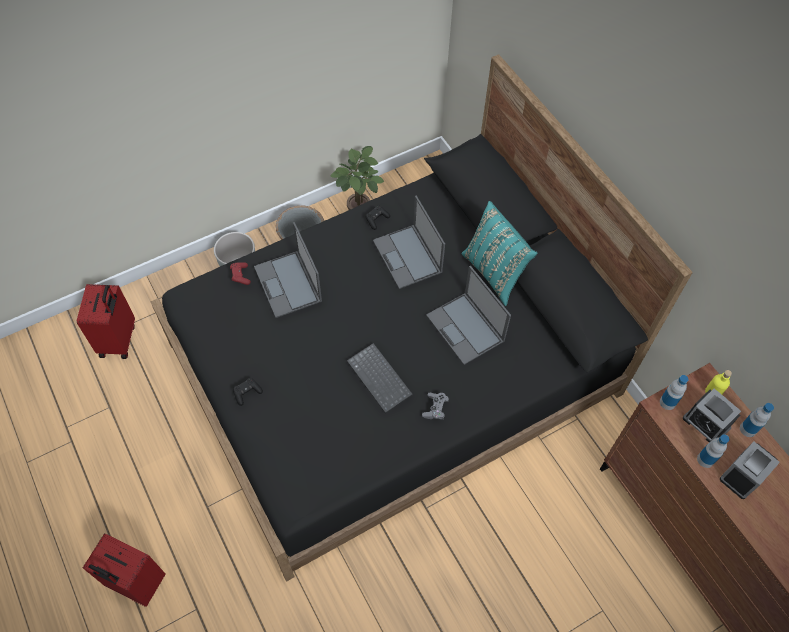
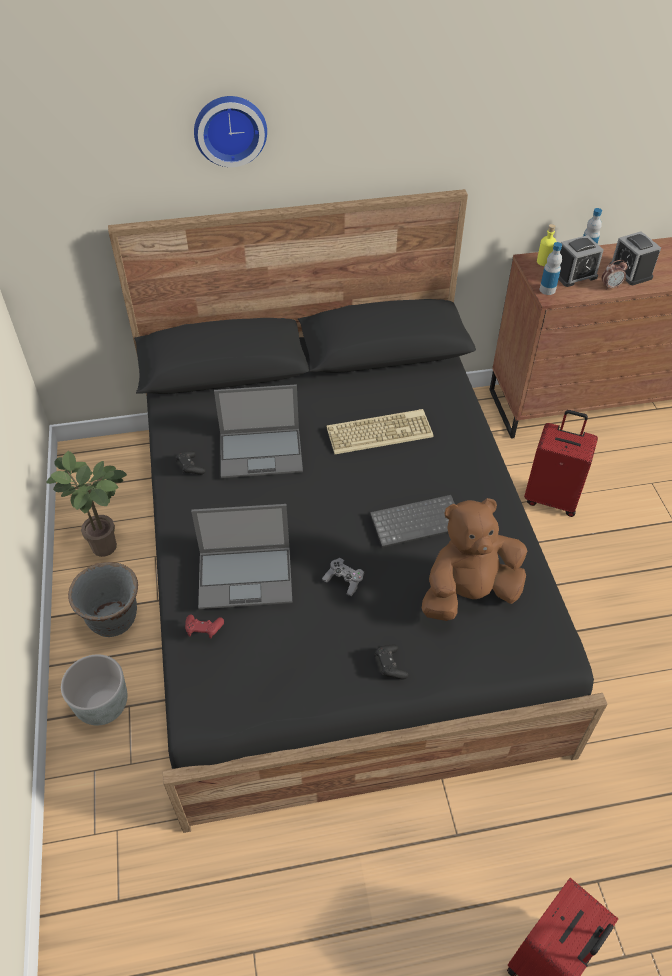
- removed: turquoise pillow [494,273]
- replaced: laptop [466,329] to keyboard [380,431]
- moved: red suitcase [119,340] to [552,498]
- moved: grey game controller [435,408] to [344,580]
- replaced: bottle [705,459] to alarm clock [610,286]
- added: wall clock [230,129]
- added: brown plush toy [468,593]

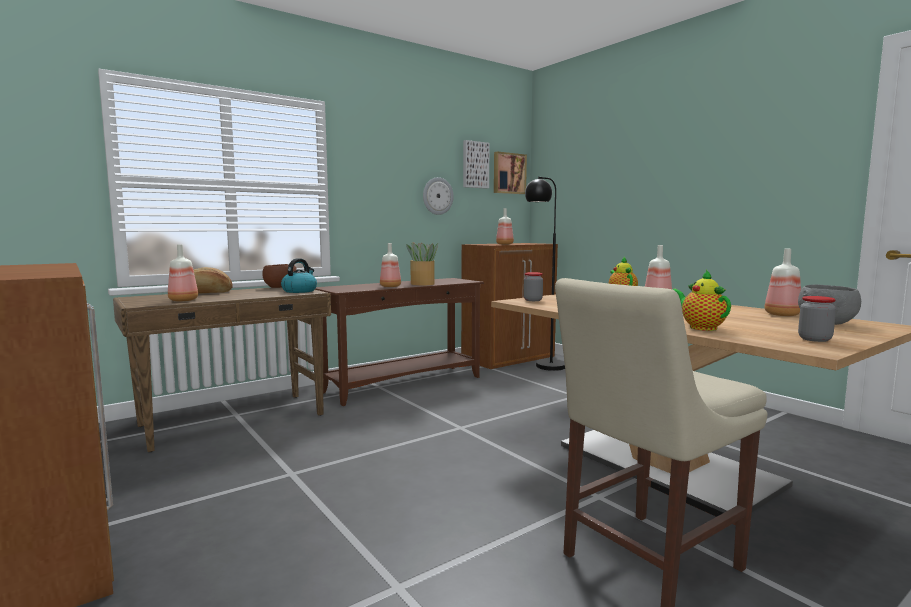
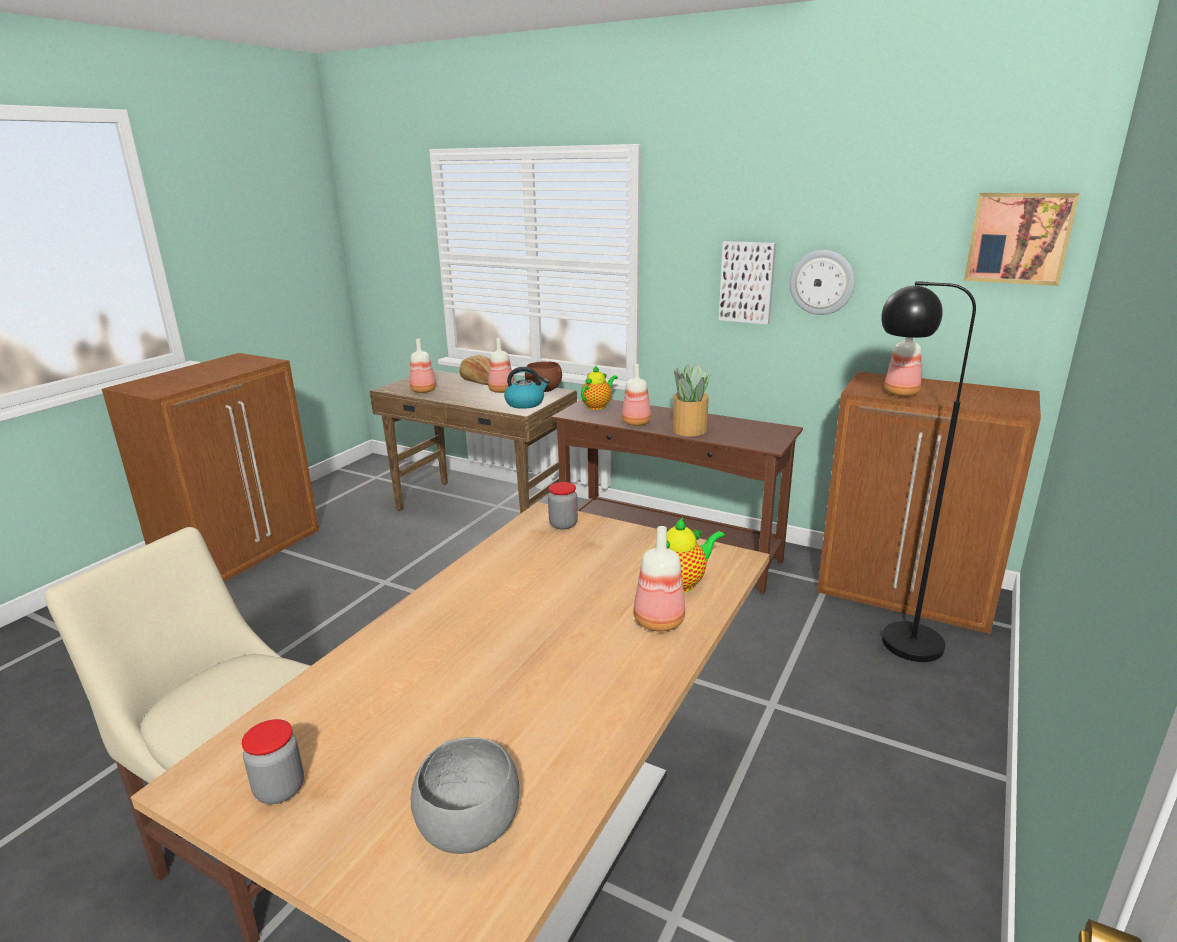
- moved: picture [475,165] to [747,282]
- moved: bottle [783,315] to [501,391]
- moved: teapot [700,327] to [598,406]

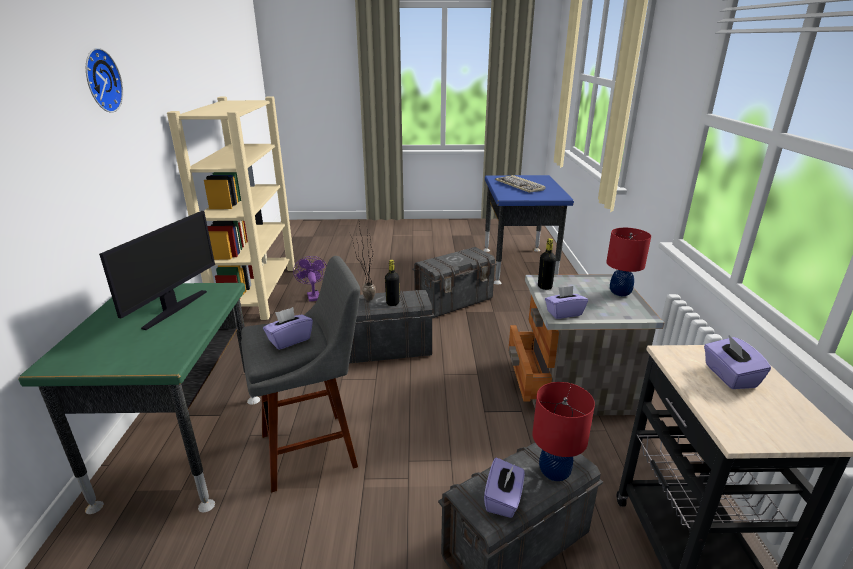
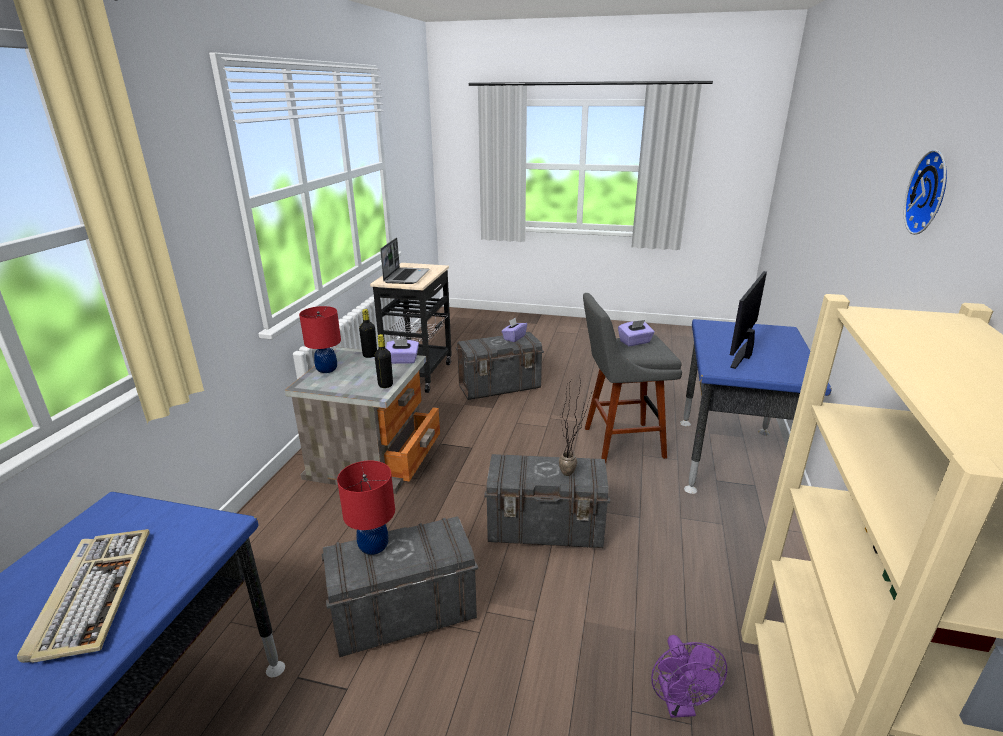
- moved: black bottle [392,303] to [370,355]
- recoloured: green desk [183,446] to blue desk [731,459]
- replaced: purple tissue box [729,376] to laptop [406,276]
- moved: red table lamp [555,472] to [372,547]

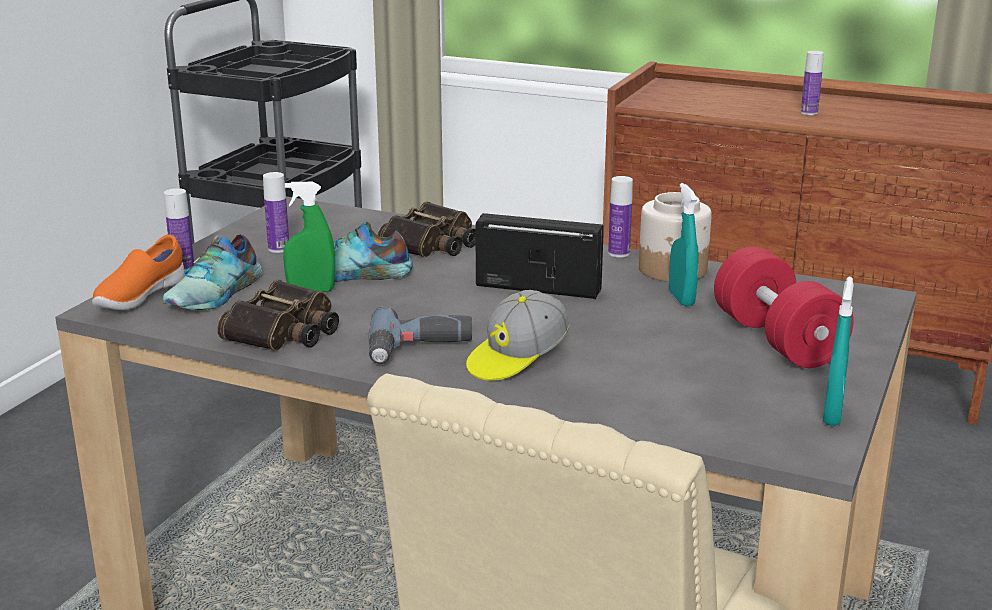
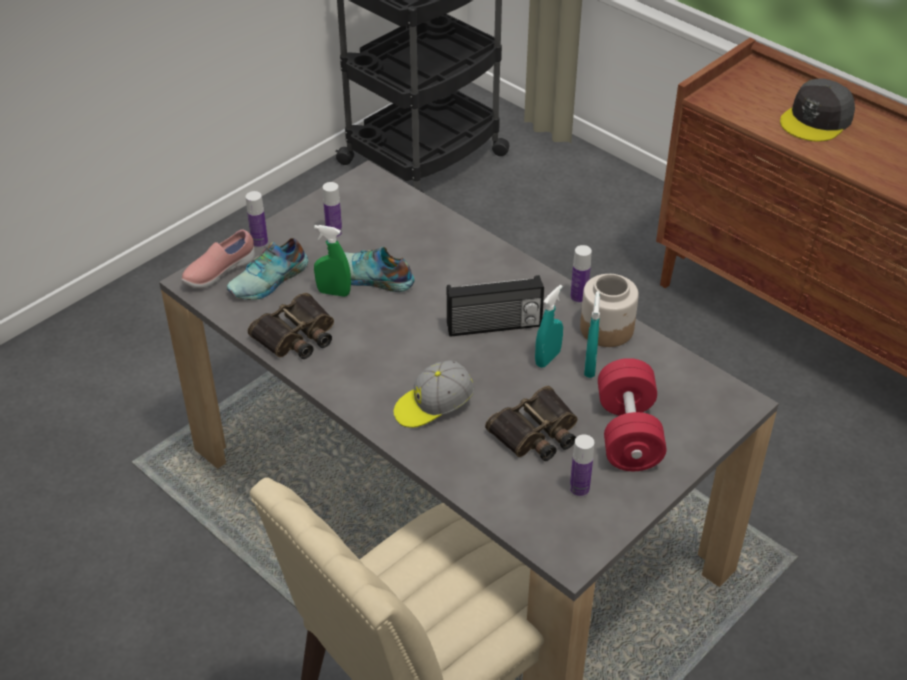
- moved: bottle [809,113] to [579,489]
- moved: binoculars [433,244] to [536,433]
- turned: radio [538,287] = [494,326] 135 degrees clockwise
- recoloured: orange shoe [140,297] to pink shoe [219,272]
- moved: turquoise spray bottle [832,415] to [547,358]
- removed: power drill [420,349]
- added: grey cap [817,120]

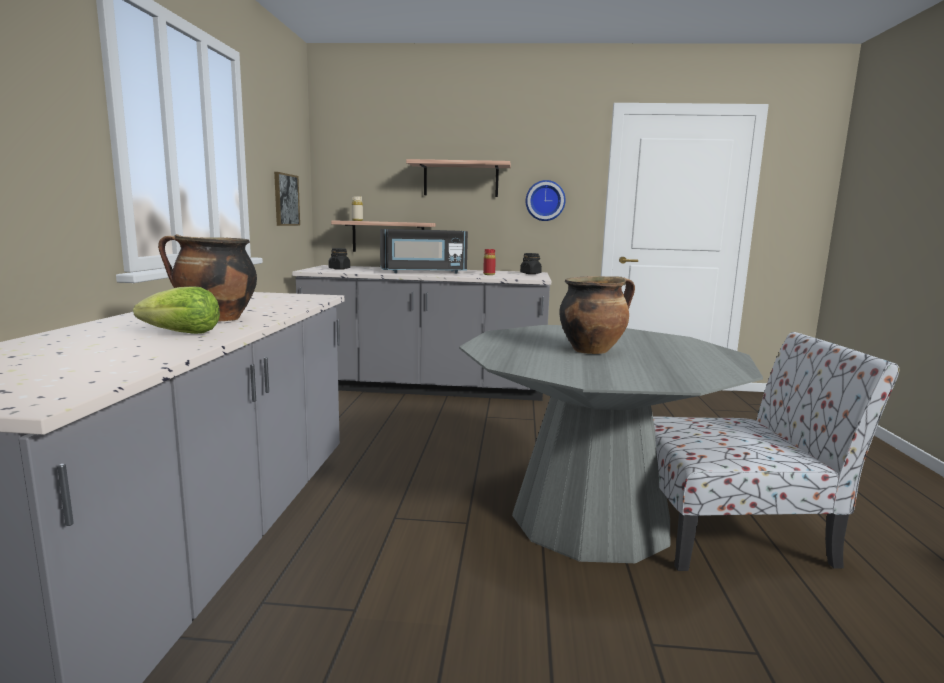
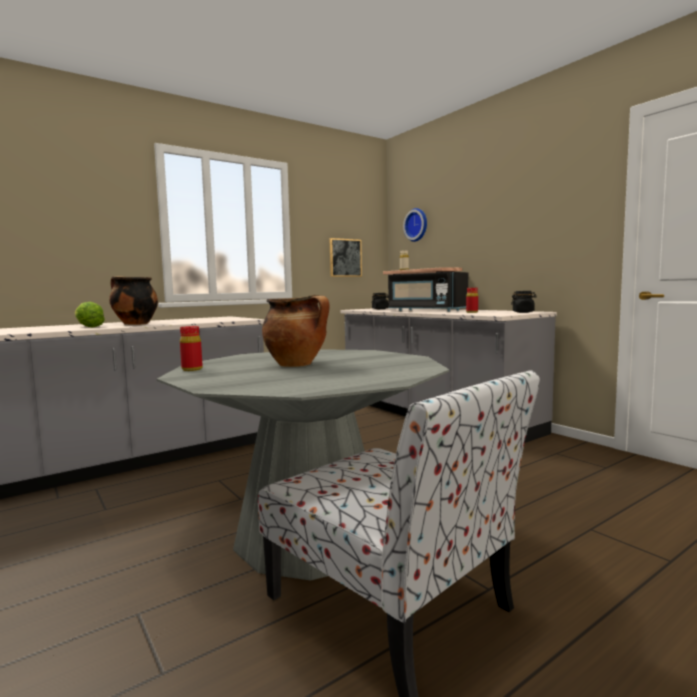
- removed: shelf [461,179]
- moved: wall clock [545,200] to [417,225]
- added: red bottle [192,369]

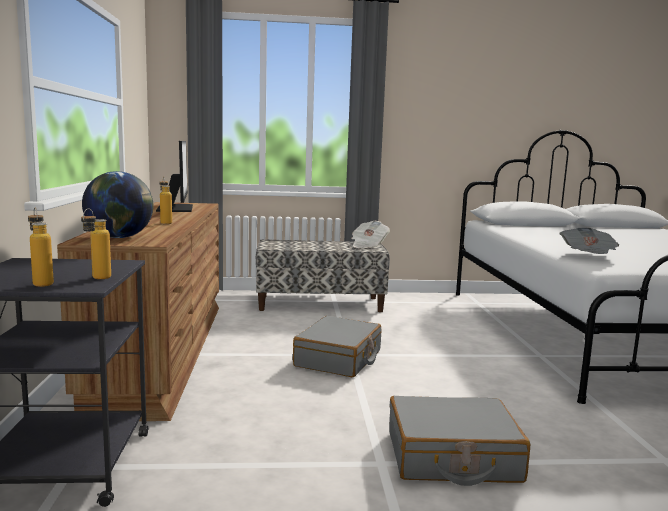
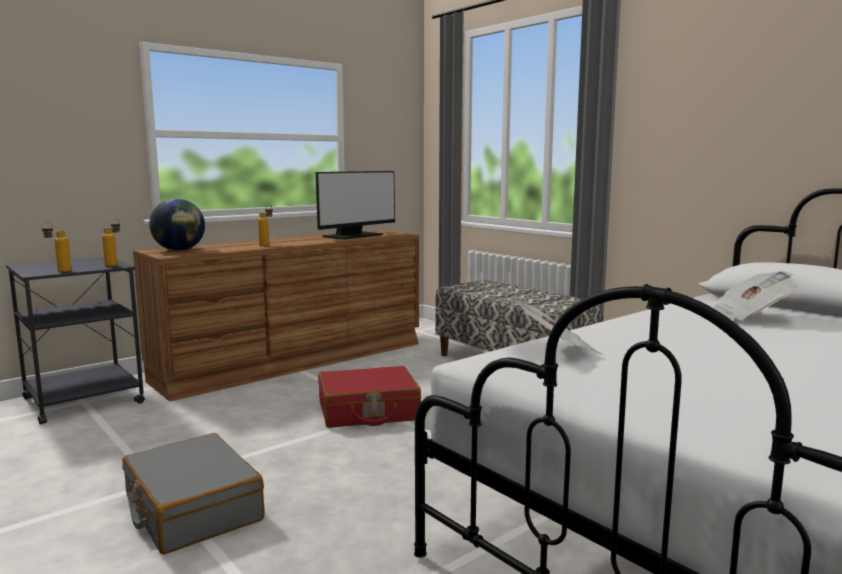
- moved: bottle [41,283] to [114,265]
- moved: newspaper [368,245] to [746,317]
- recoloured: grey suitcase [339,359] to red suitcase [368,411]

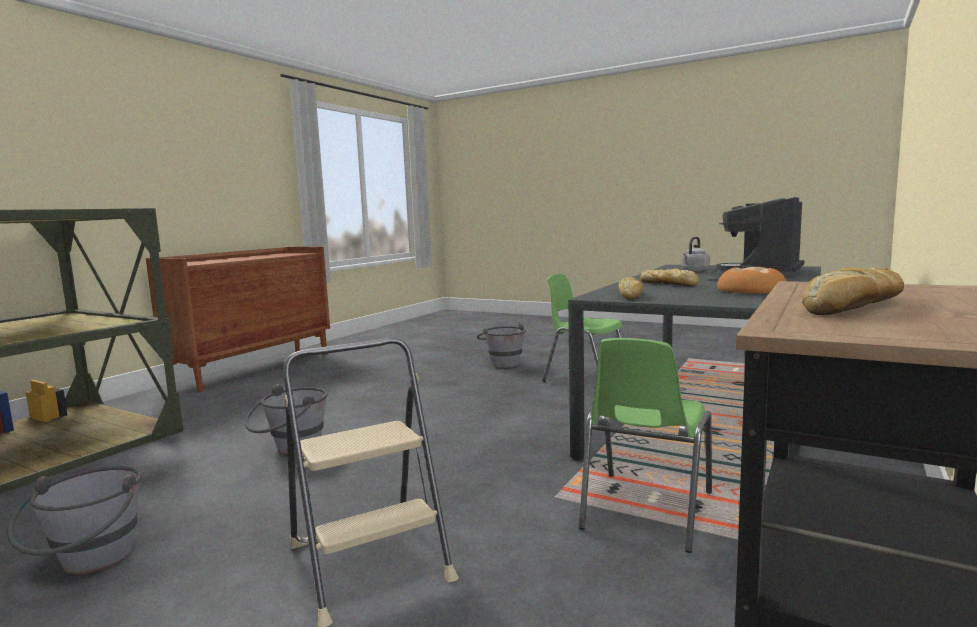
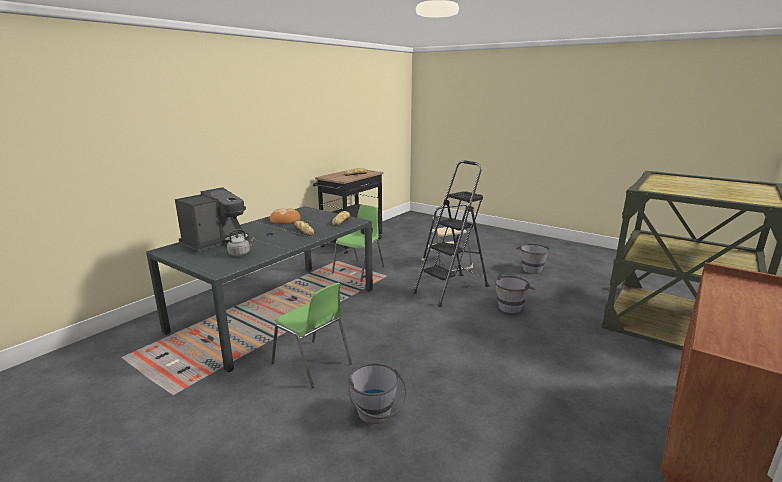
- added: step ladder [452,289]

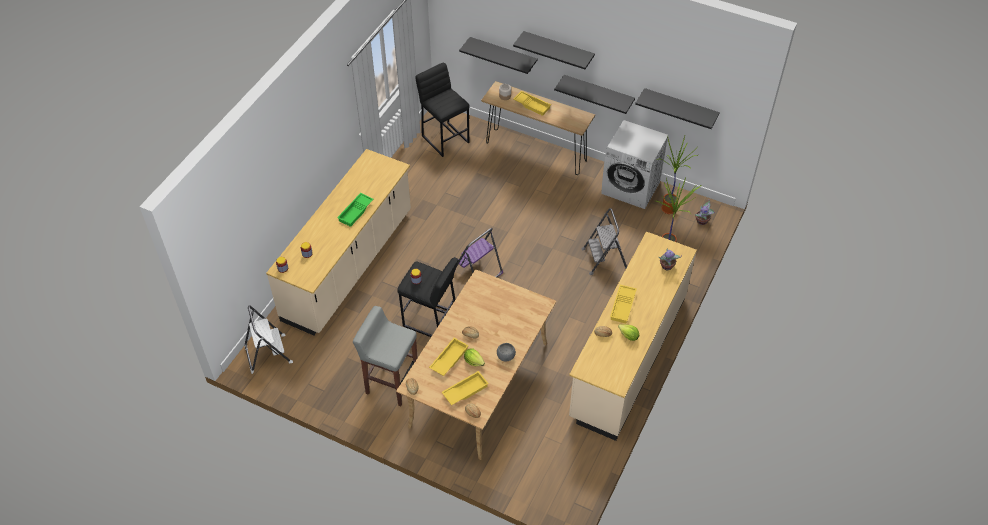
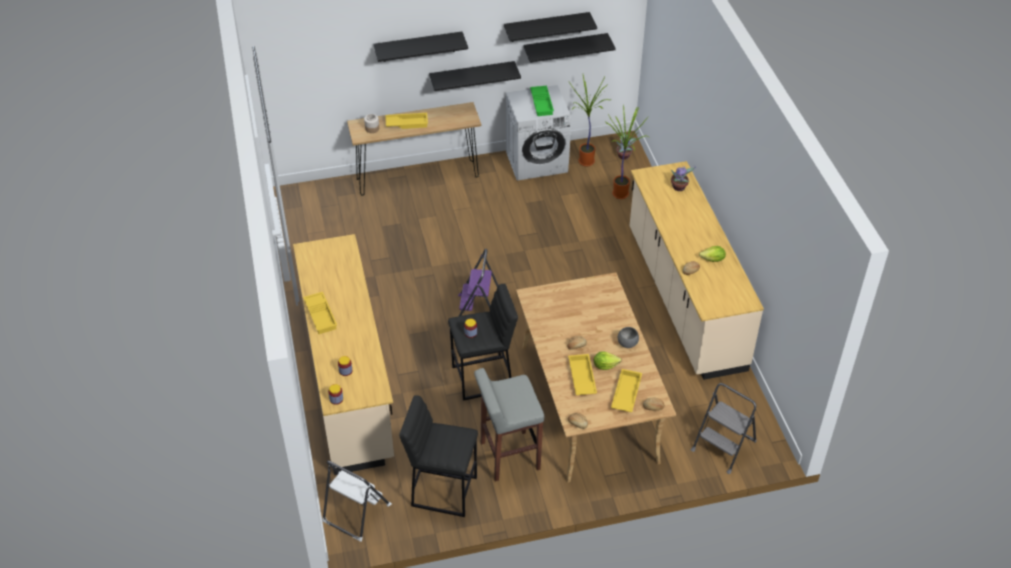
- moved: black shelf [503,54] to [546,27]
- moved: black stool [444,138] to [442,491]
- moved: green tray [356,212] to [542,103]
- moved: grey step ladder [606,258] to [725,444]
- moved: yellow tray [623,306] to [321,315]

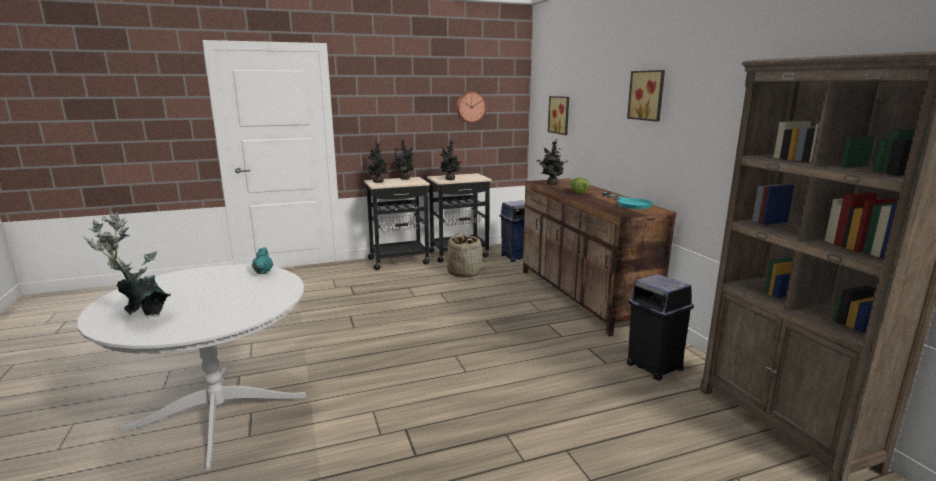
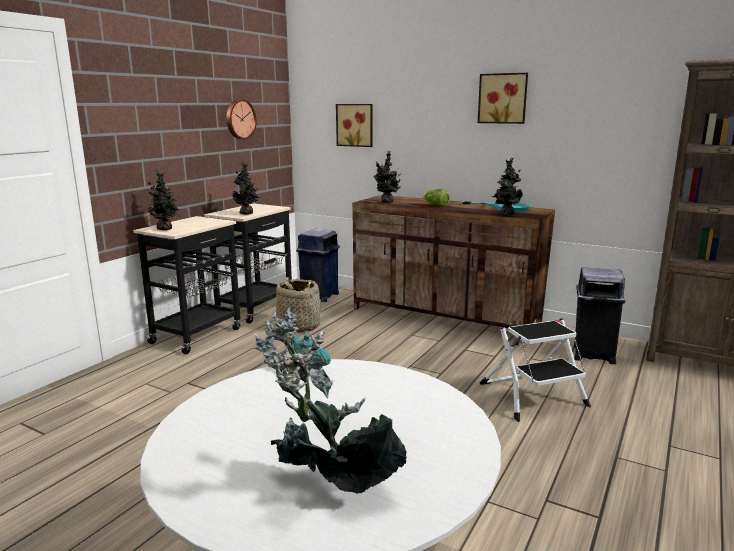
- moved: potted plant [405,178] to [505,215]
- added: step ladder [532,396]

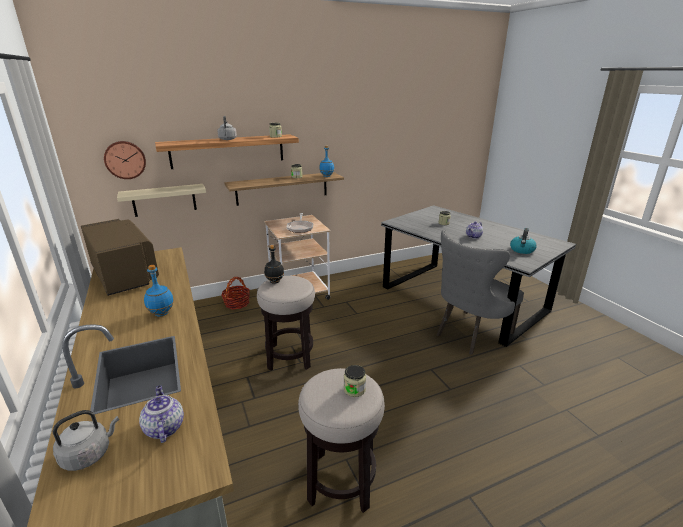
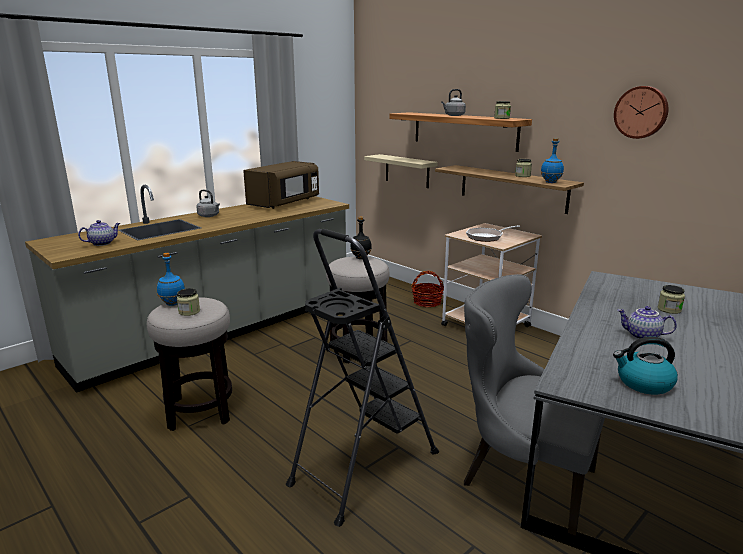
- moved: wall clock [125,160] to [641,112]
- moved: blue bottle [162,314] to [172,304]
- moved: grey kettle [89,454] to [209,216]
- added: step ladder [363,468]

